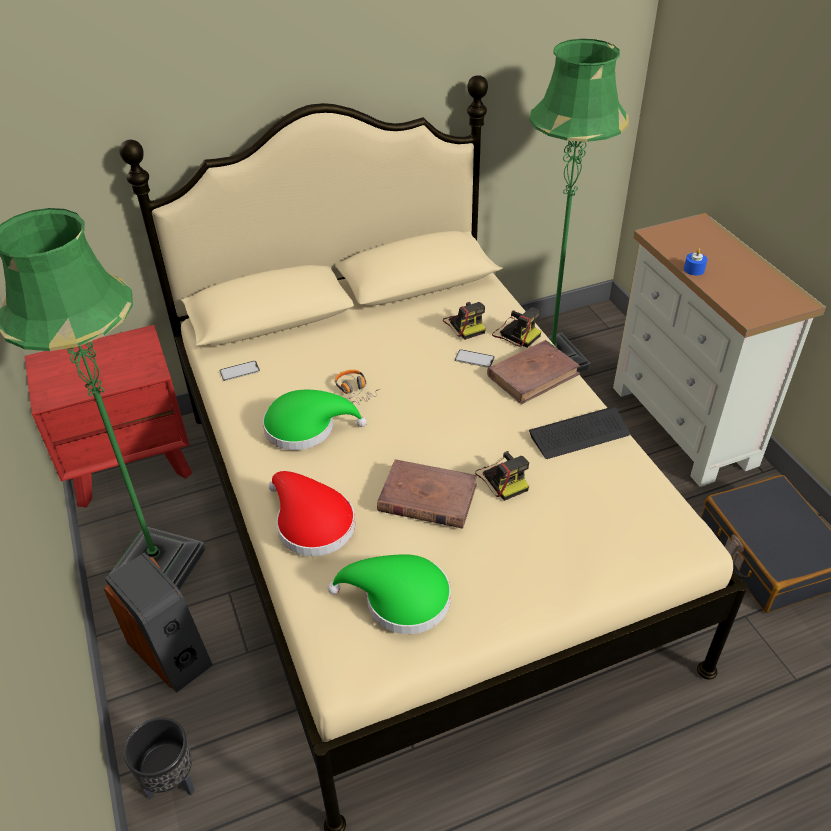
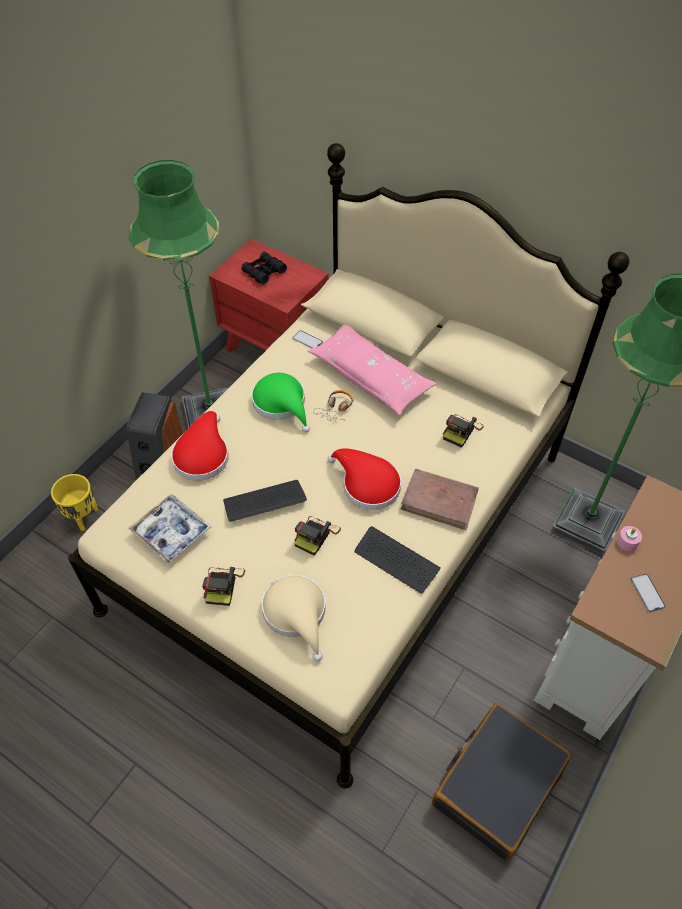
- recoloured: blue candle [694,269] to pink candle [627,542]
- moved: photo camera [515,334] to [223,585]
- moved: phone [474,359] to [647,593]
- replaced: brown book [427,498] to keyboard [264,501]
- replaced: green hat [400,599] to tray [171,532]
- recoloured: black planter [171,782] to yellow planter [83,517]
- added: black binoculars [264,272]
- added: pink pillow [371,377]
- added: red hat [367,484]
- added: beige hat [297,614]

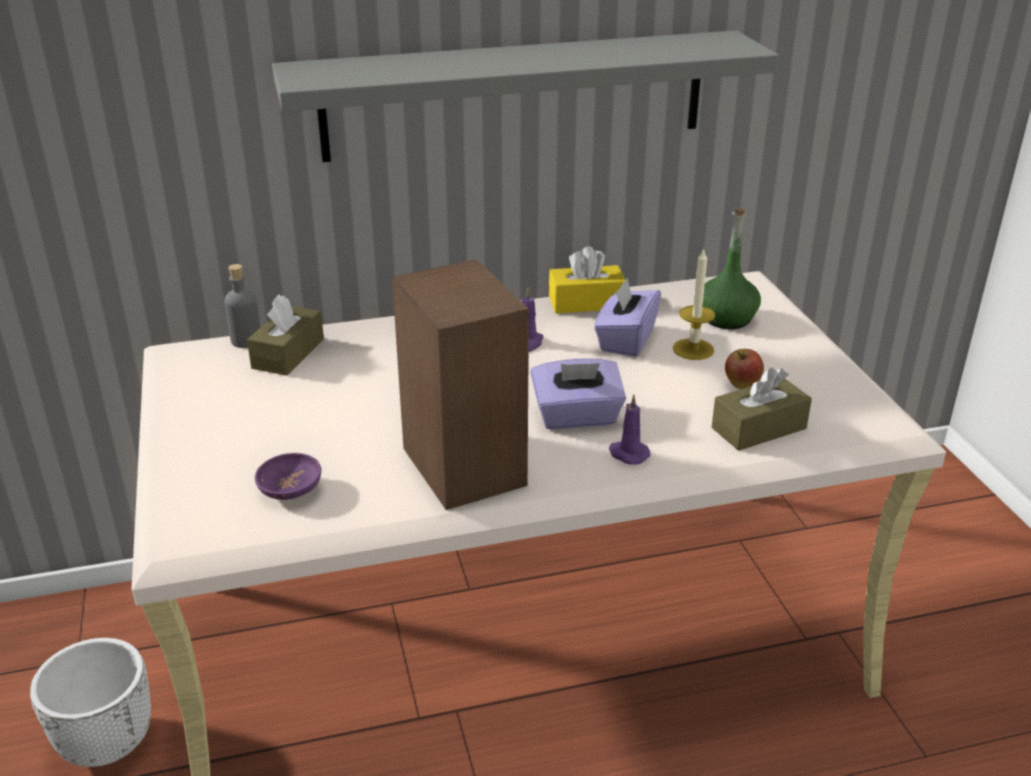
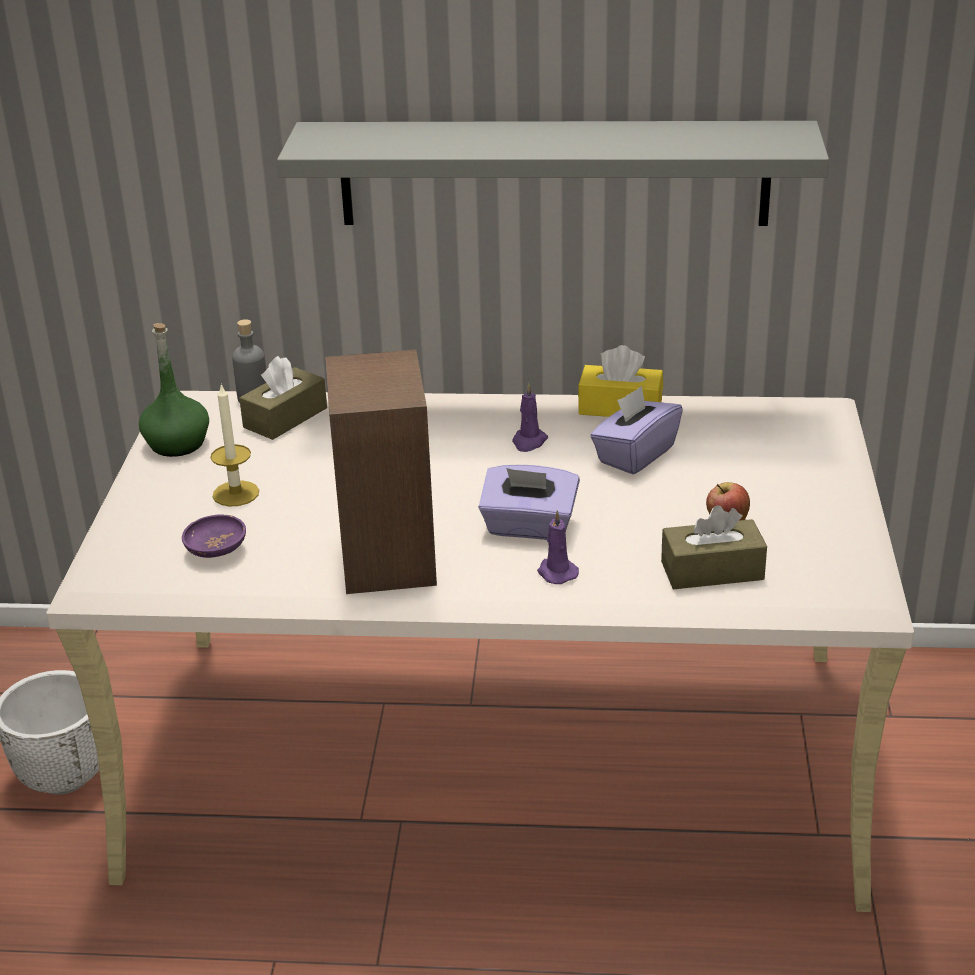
- moved: green bottle [726,318] to [177,444]
- moved: candle [693,349] to [236,493]

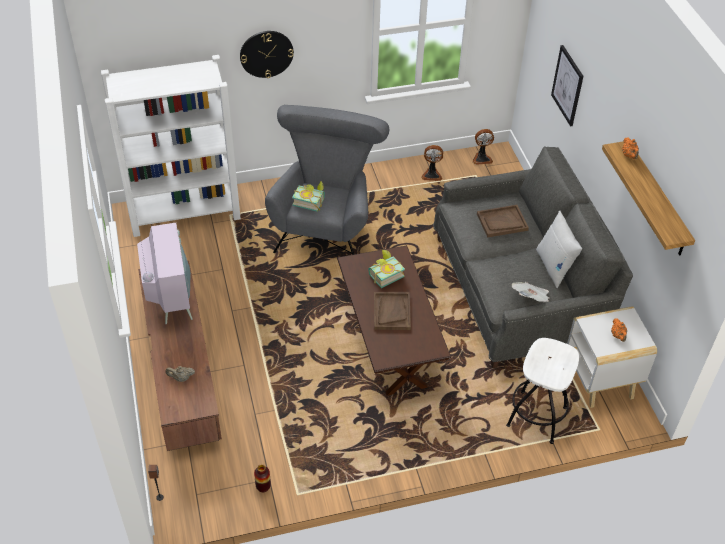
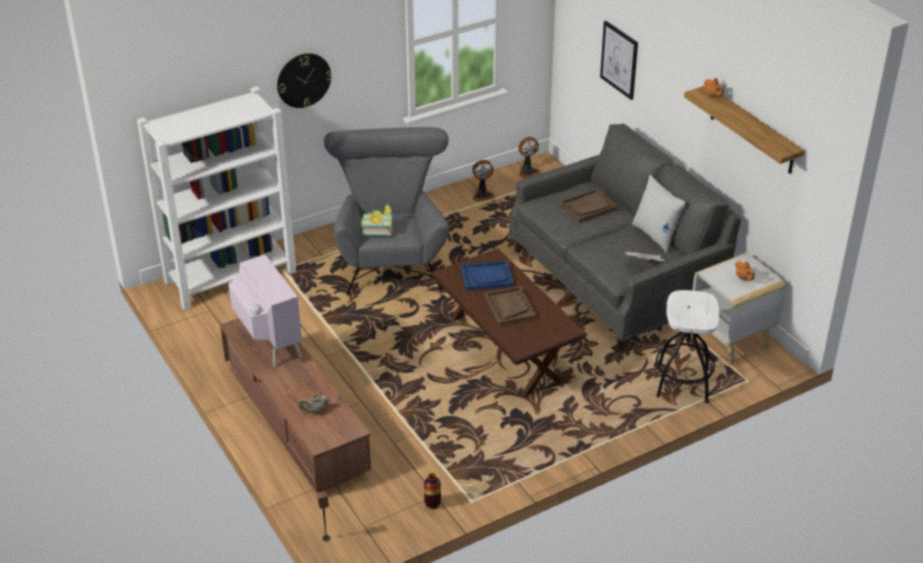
- replaced: book [384,274] to blue tray [487,277]

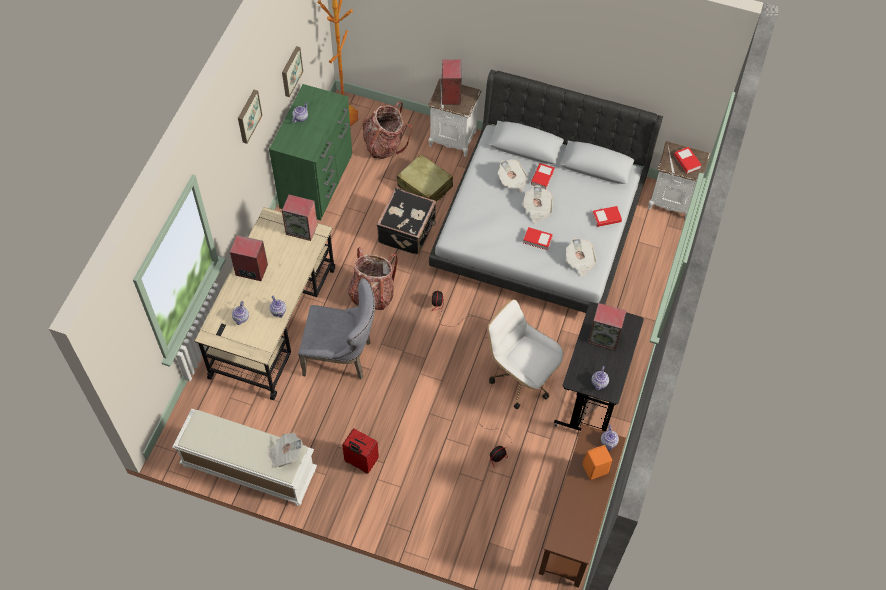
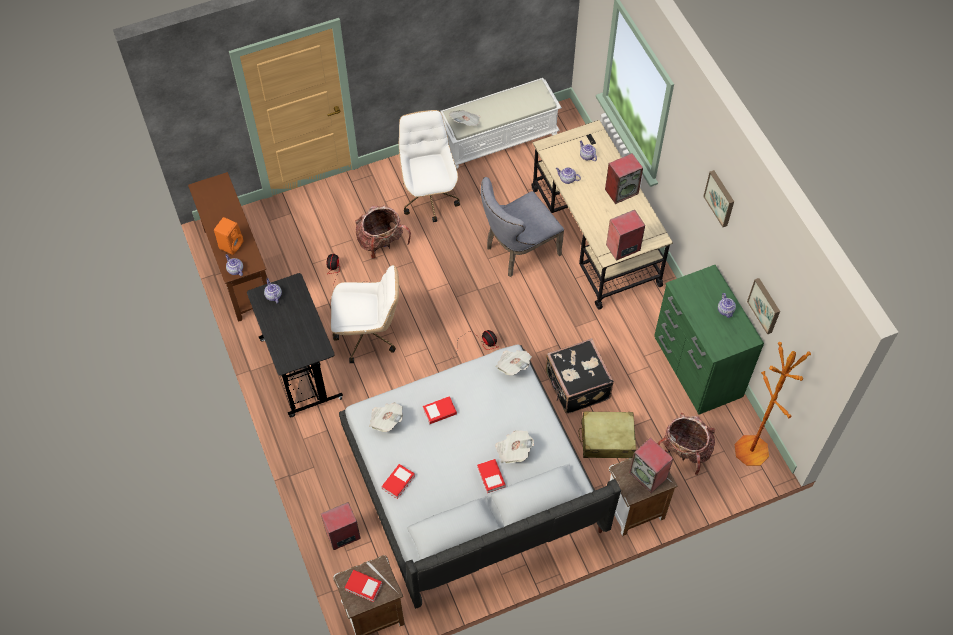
- moved: newspaper [537,209] to [513,365]
- moved: backpack [372,294] to [381,243]
- moved: speaker [604,337] to [342,535]
- replaced: red suitcase [360,461] to white office chair [429,196]

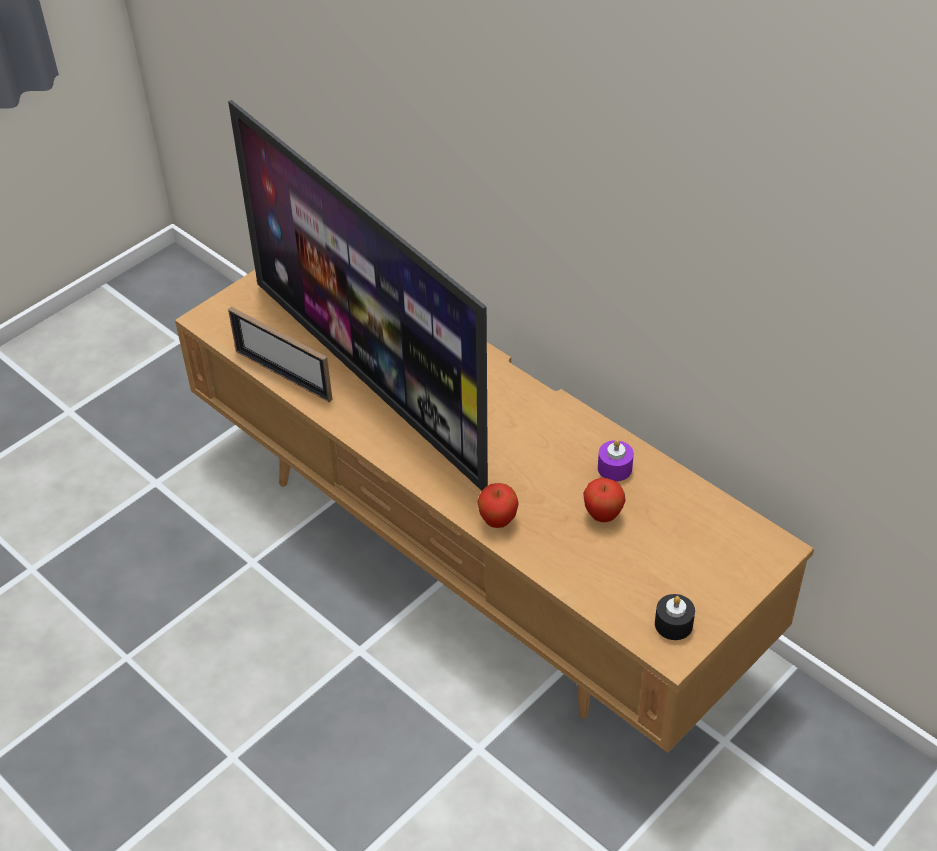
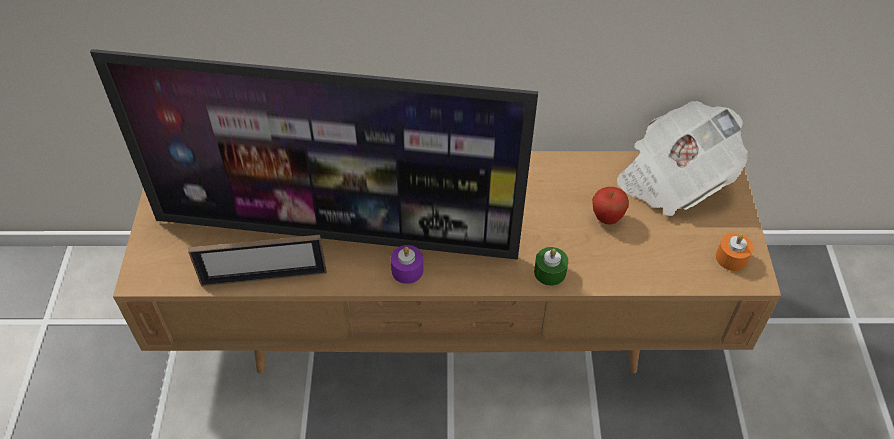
- moved: purple candle [614,468] to [407,270]
- replaced: apple [498,521] to green candle [550,272]
- recoloured: black candle [673,624] to orange candle [731,258]
- added: newspaper [674,178]

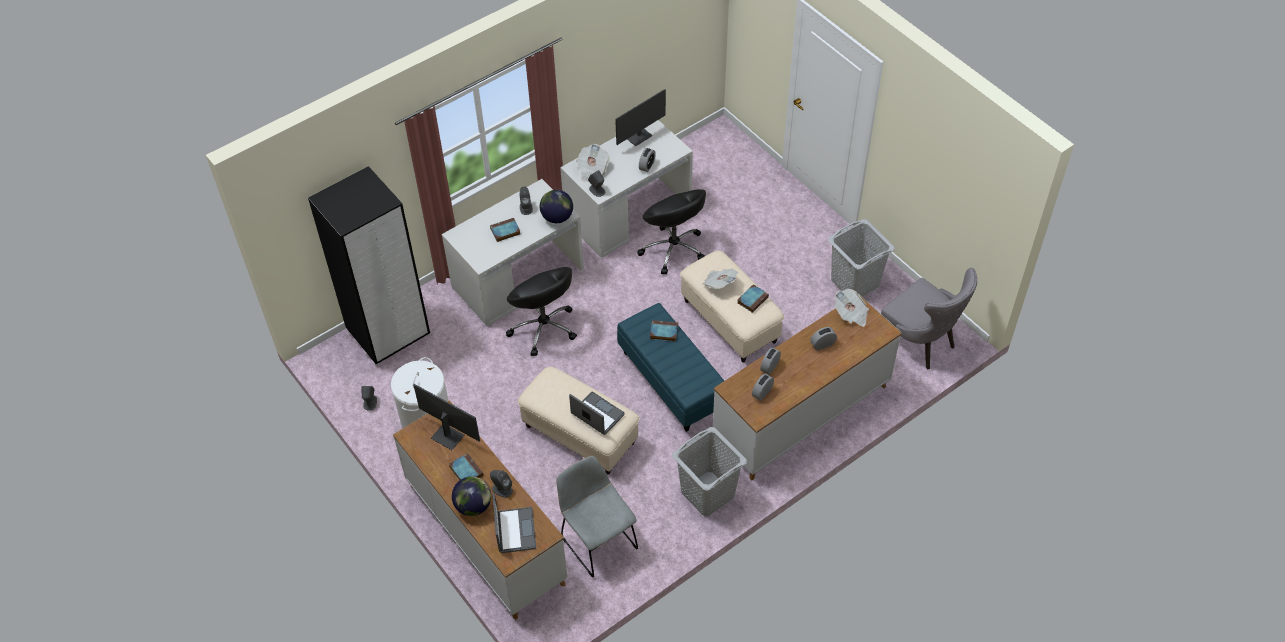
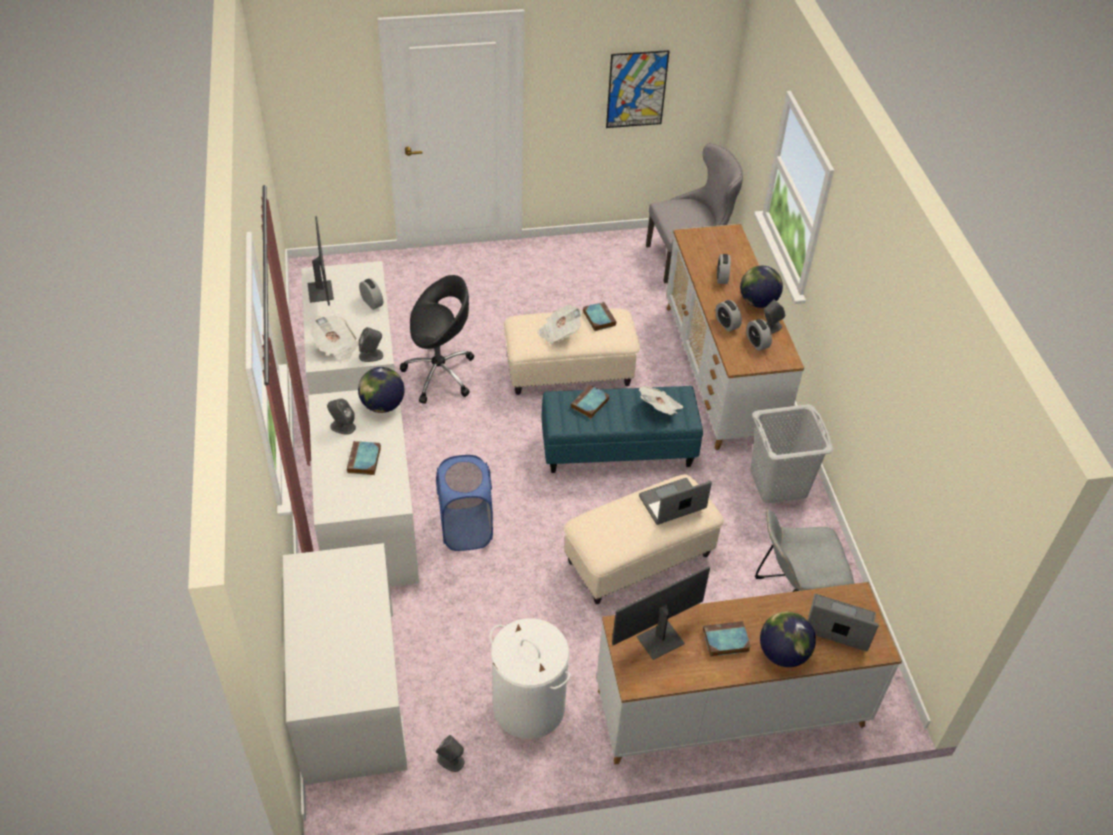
- replaced: wardrobe [388,333] to white desk [350,693]
- removed: grey laundry basket [855,282]
- replaced: black office chair [544,329] to blue laundry basket [466,529]
- moved: newspaper [851,314] to [660,409]
- moved: grey speaker [502,489] to [770,327]
- added: picture [636,89]
- added: globe [758,302]

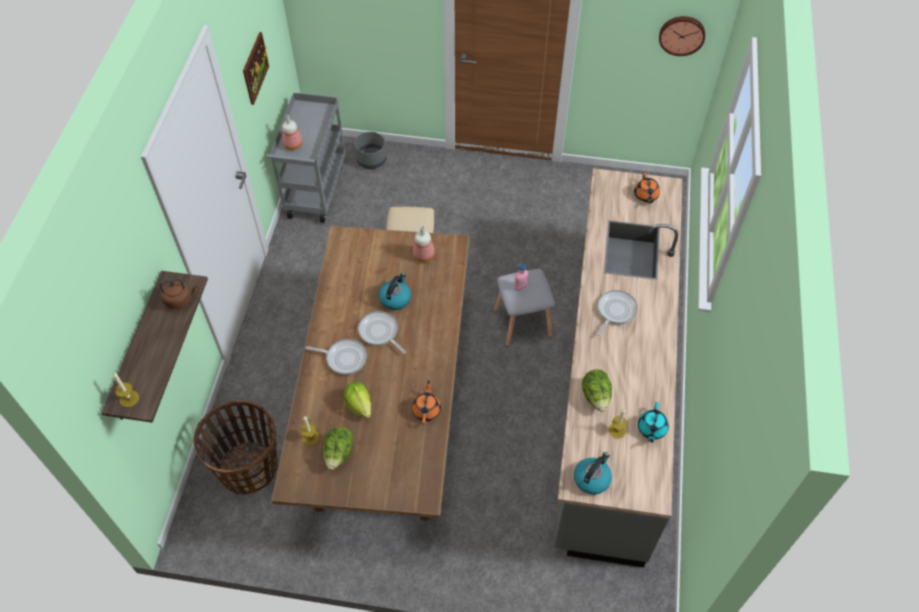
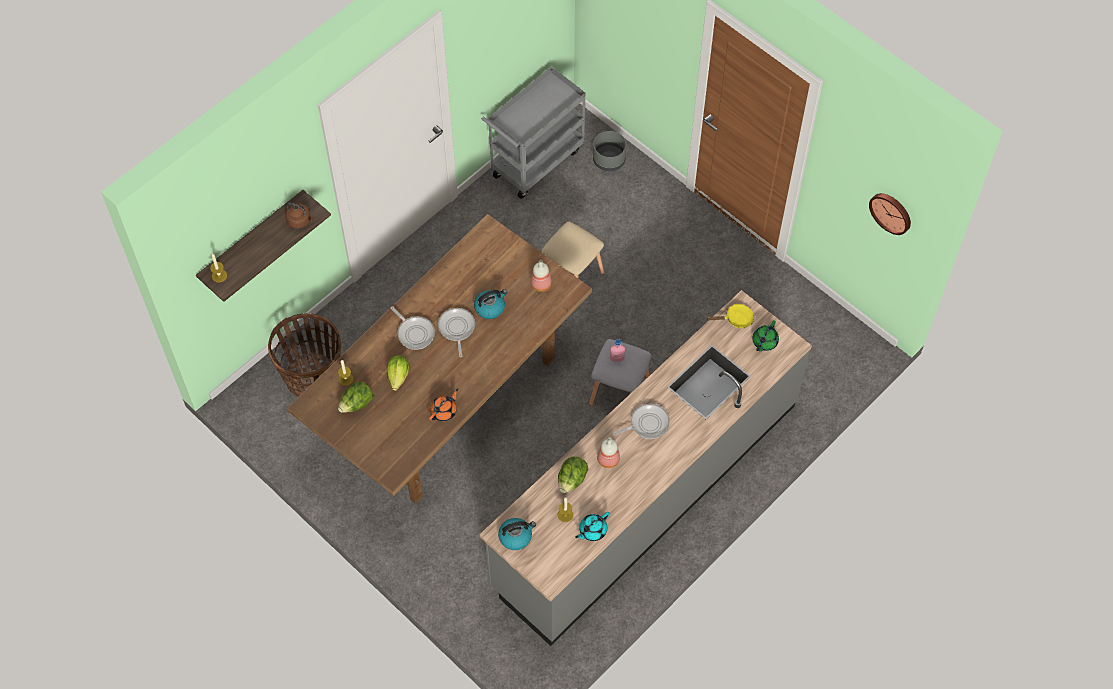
- removed: picture [255,68]
- moved: bottle [292,145] to [607,459]
- recoloured: orange teapot [646,196] to green teapot [764,342]
- added: yellow frying pan [736,319]

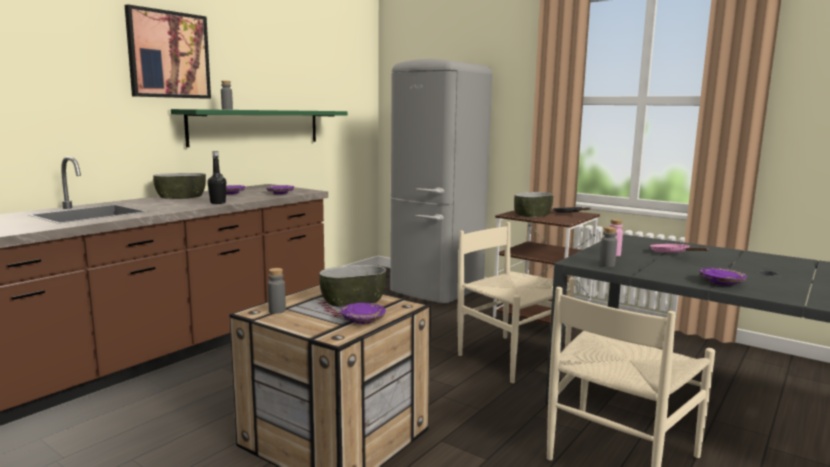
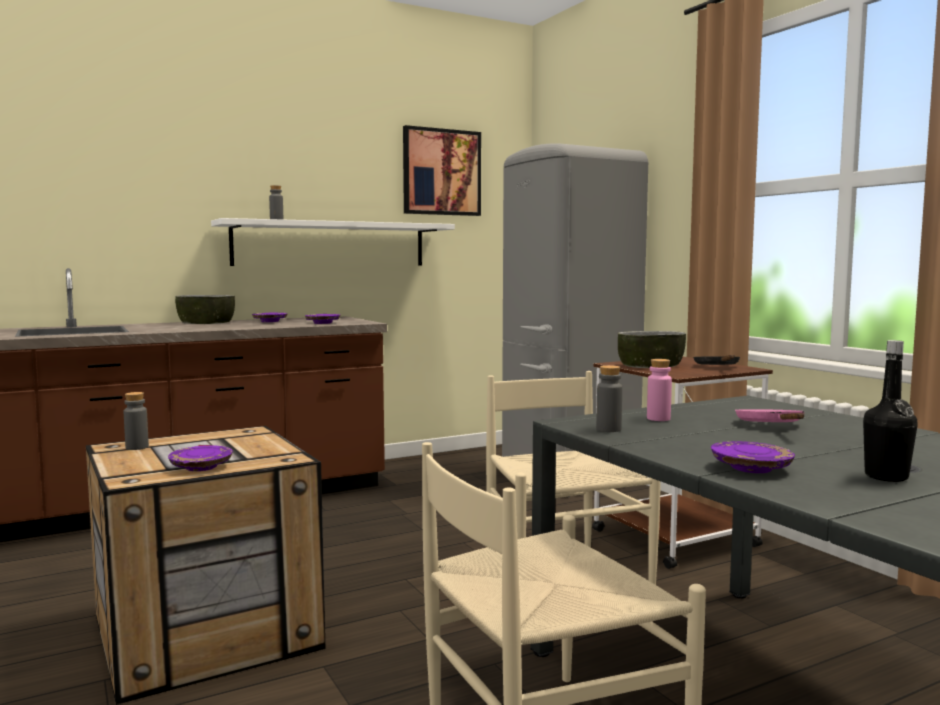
- moved: picture [168,55] to [441,172]
- recoloured: green shelf [256,127] to white shelf [331,244]
- moved: black bottle [218,203] to [886,477]
- removed: bowl [353,301]

